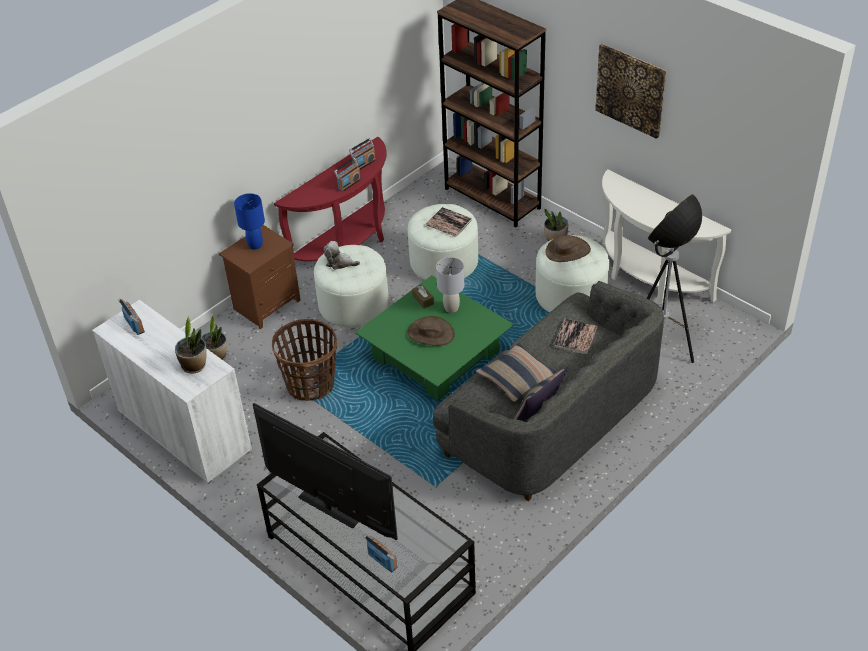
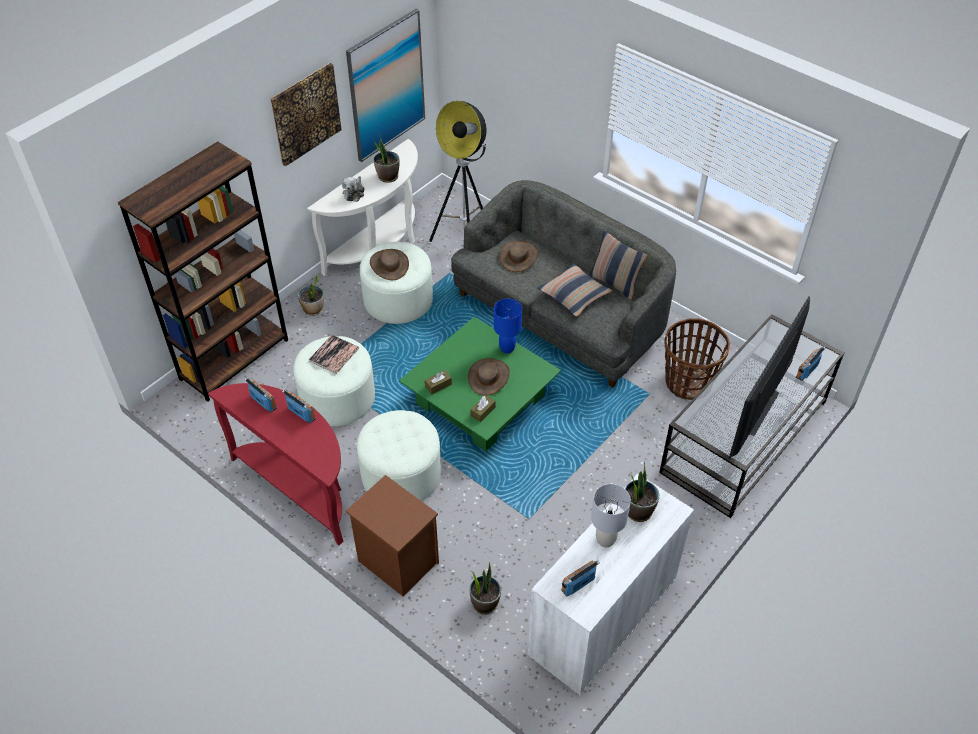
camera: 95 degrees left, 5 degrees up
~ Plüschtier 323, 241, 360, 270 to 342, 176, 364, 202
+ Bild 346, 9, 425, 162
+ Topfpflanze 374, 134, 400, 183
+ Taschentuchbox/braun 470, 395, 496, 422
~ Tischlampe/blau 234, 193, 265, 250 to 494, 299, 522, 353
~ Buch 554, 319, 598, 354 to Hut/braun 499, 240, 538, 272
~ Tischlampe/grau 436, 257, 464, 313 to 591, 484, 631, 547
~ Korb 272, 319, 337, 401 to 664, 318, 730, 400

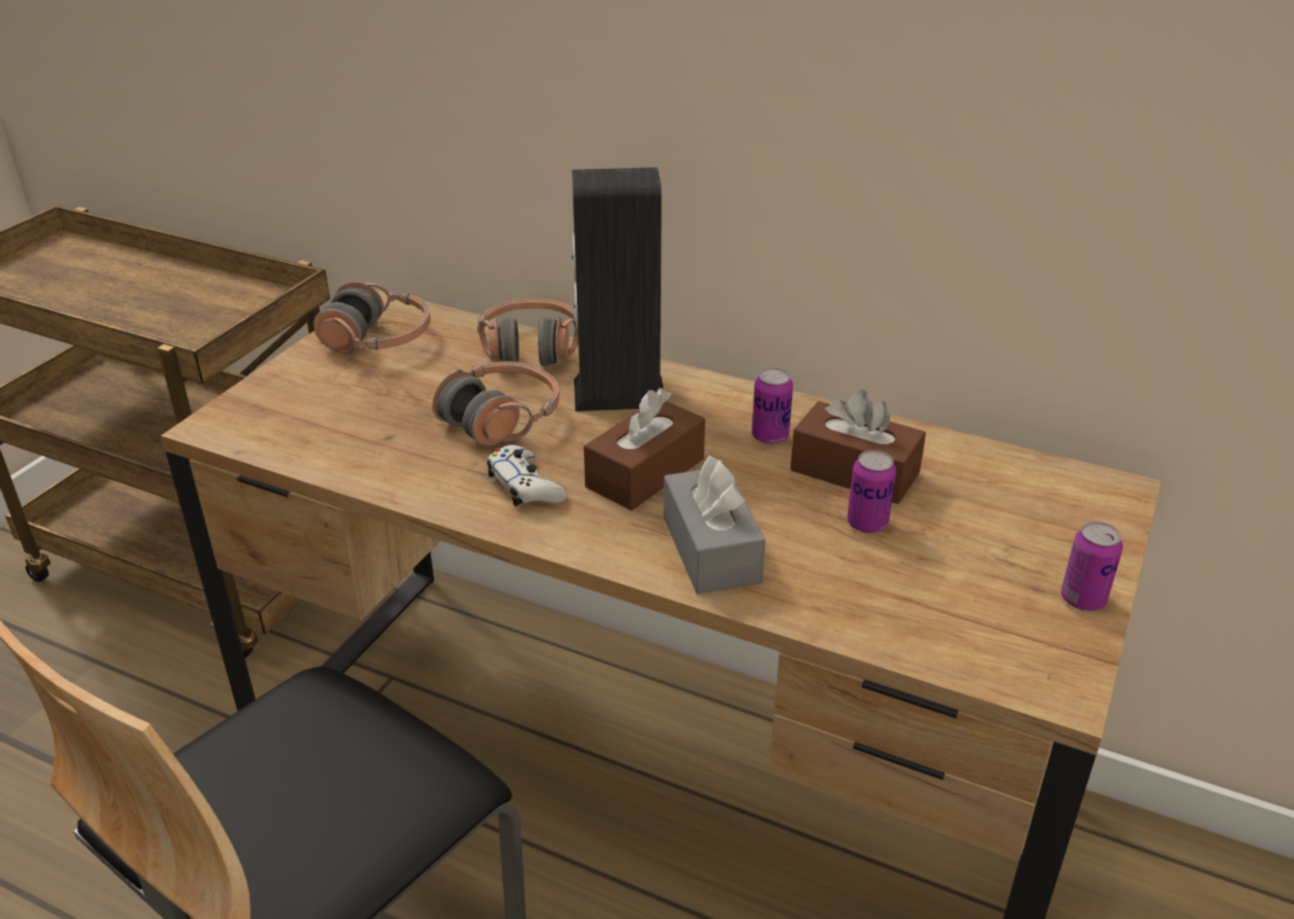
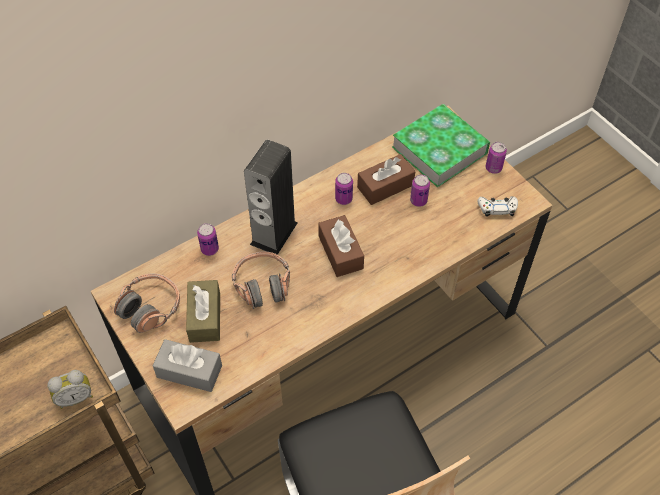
camera: 60 degrees left, 20 degrees up
+ Wecker 48, 370, 93, 409
~ Taschentuchbox/grau 664, 455, 766, 594 to 153, 339, 222, 392
+ Taschentuchbox/braun 186, 280, 220, 343
~ Kopfhörer 477, 299, 578, 367 to Dose 197, 223, 219, 256
+ Buch 392, 104, 490, 187
~ Gamepad/weiß 487, 445, 567, 507 to 477, 196, 518, 217

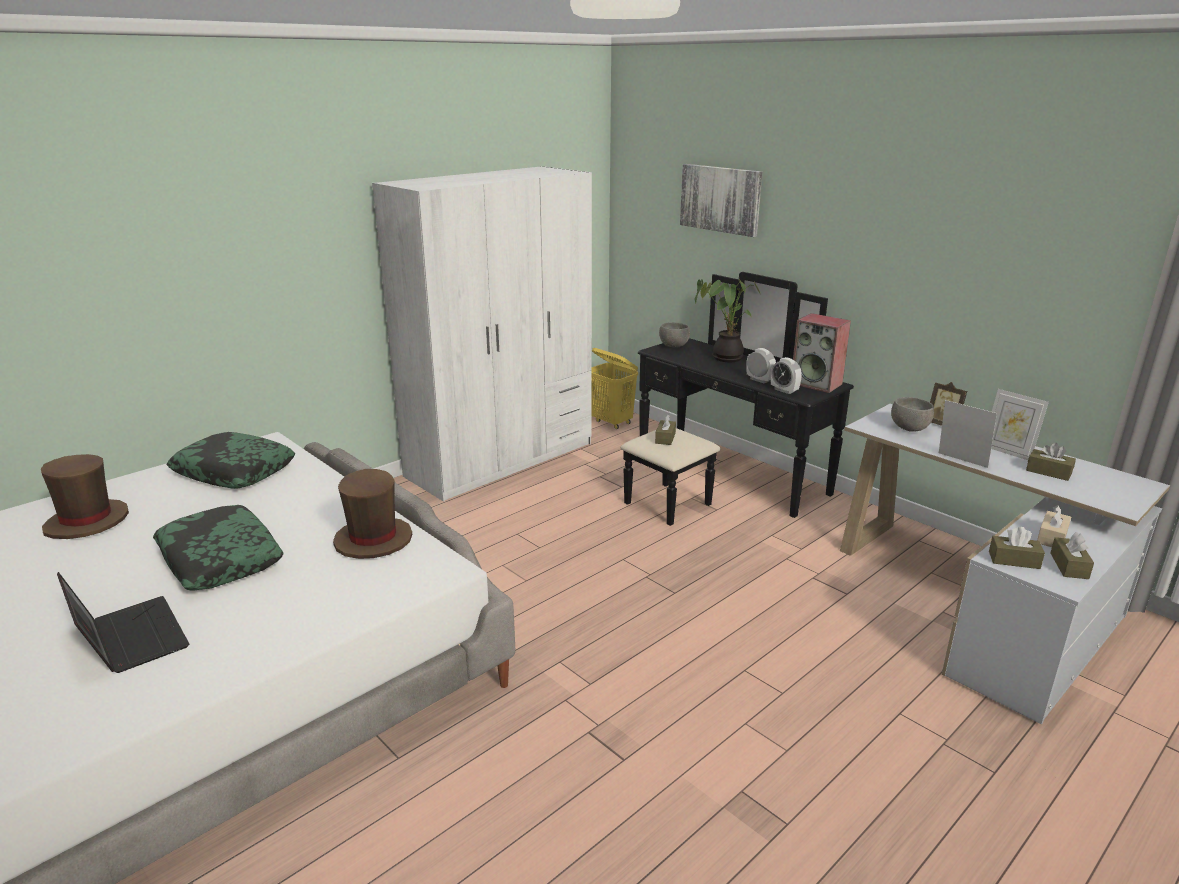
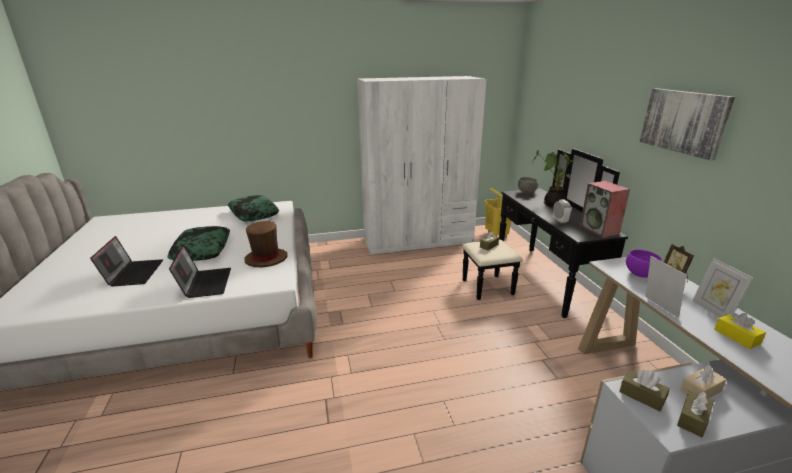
camera: 30 degrees right, 0 degrees up
+ Laptop 169, 245, 231, 298
~ Schüssel/grau 891, 397, 934, 432 to Schüssel/lila 626, 250, 662, 277
~ Bild 680, 164, 762, 237 to 640, 88, 735, 161
~ Taschentuchbox/braun 1026, 443, 1076, 481 to Taschentuchbox/gelb 714, 313, 766, 349
- Hut/braun 41, 454, 129, 539
- Wecker 770, 357, 802, 394

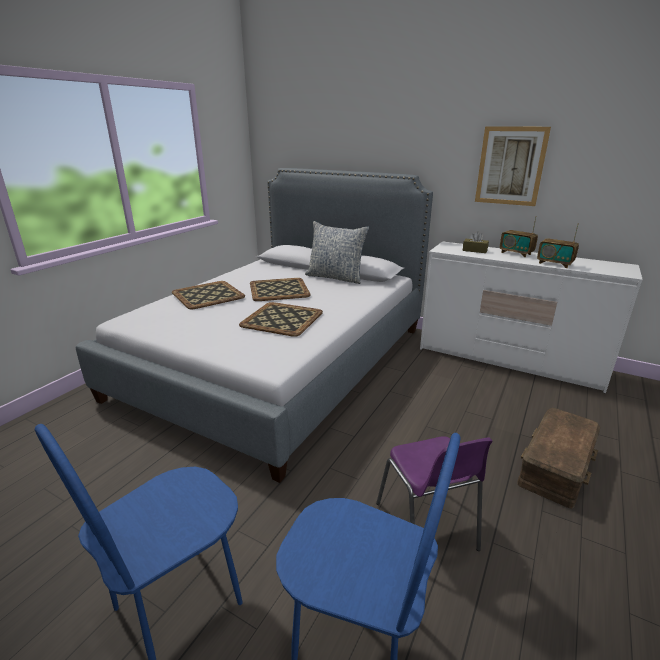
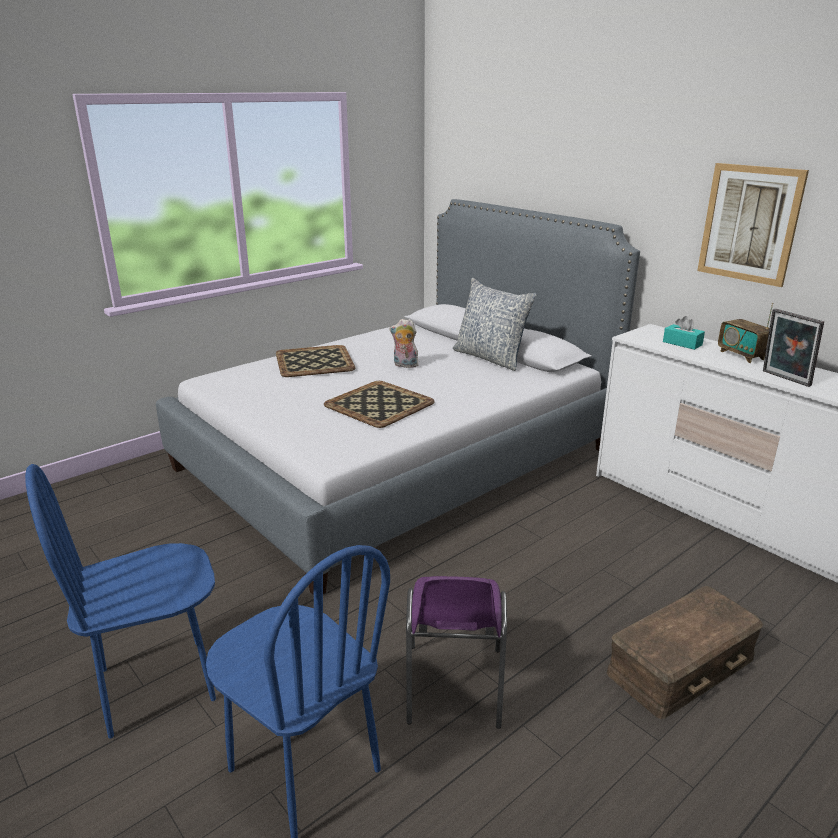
camera: 20 degrees right, 0 degrees up
~ Tablett 250, 278, 310, 301 to Plüschtier 389, 319, 420, 368
~ Taschentuchbox/braun 462, 231, 489, 253 to Taschentuchbox/türkis 663, 316, 705, 350
~ Radio 537, 223, 579, 268 to Bilderrahmen 763, 309, 824, 387

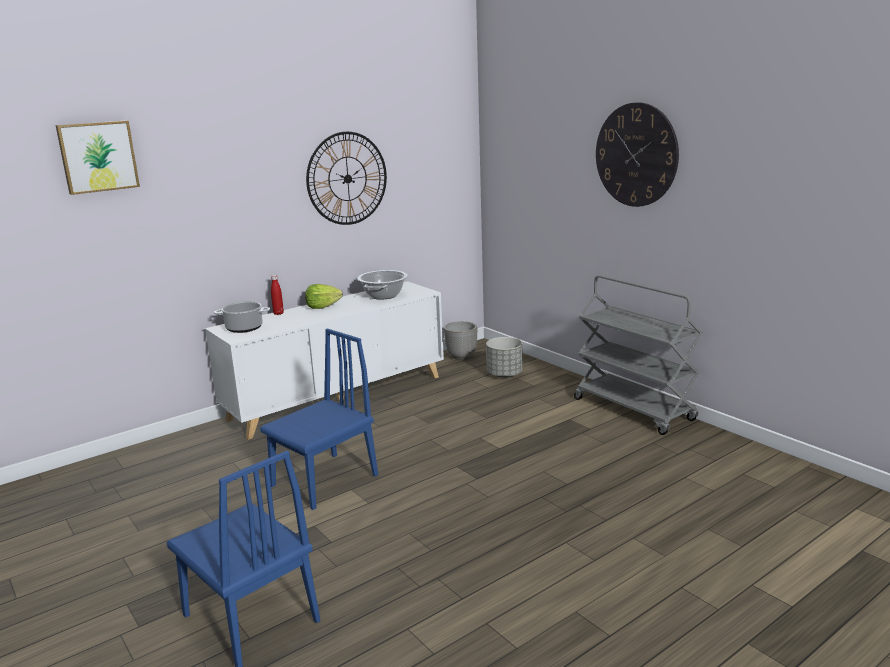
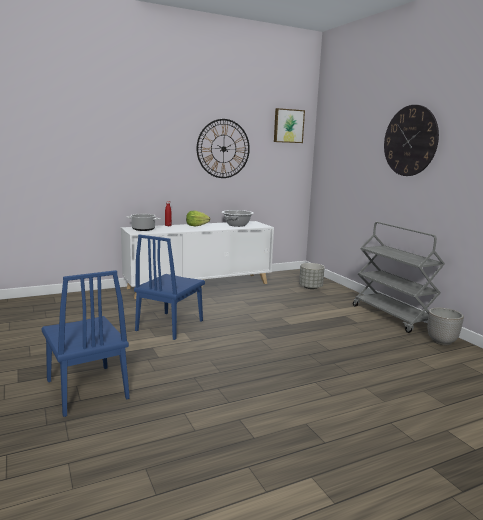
camera: 10 degrees right, 5 degrees down
~ Stuhl/blau 260, 328, 378, 510 = 134, 234, 205, 340 150 degrees clockwise
~ Bild 56, 120, 140, 195 to 274, 108, 305, 143
~ Pflanzkübel 444, 321, 477, 360 to 428, 308, 464, 345

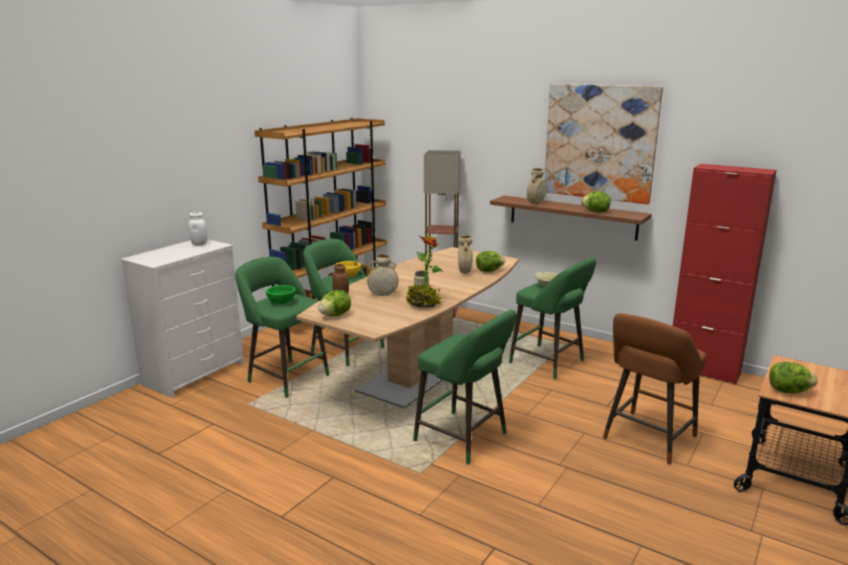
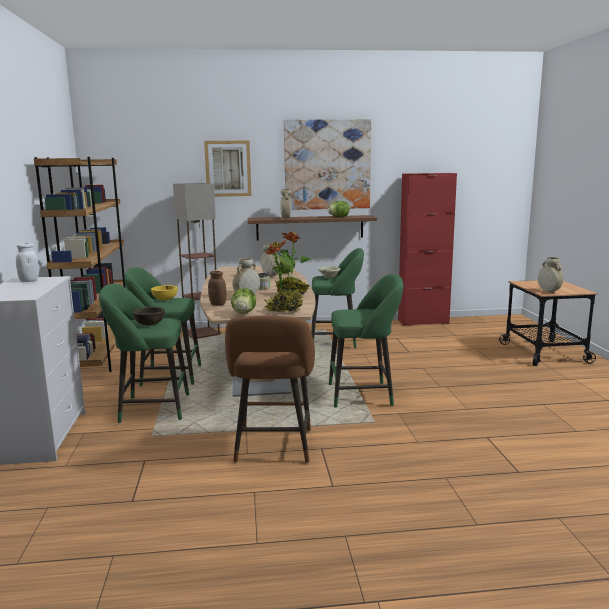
camera: 40 degrees left, 5 degrees down
~ Schüssel/grün 266, 285, 296, 304 to Schüssel/braun 133, 307, 165, 325
+ Bild 204, 140, 251, 197
~ Hocker/braun 603, 313, 706, 465 to 225, 315, 315, 463
+ Topfpflanze 264, 240, 303, 313
~ Salatkopf 769, 362, 817, 393 to Vase/beige 538, 257, 563, 292

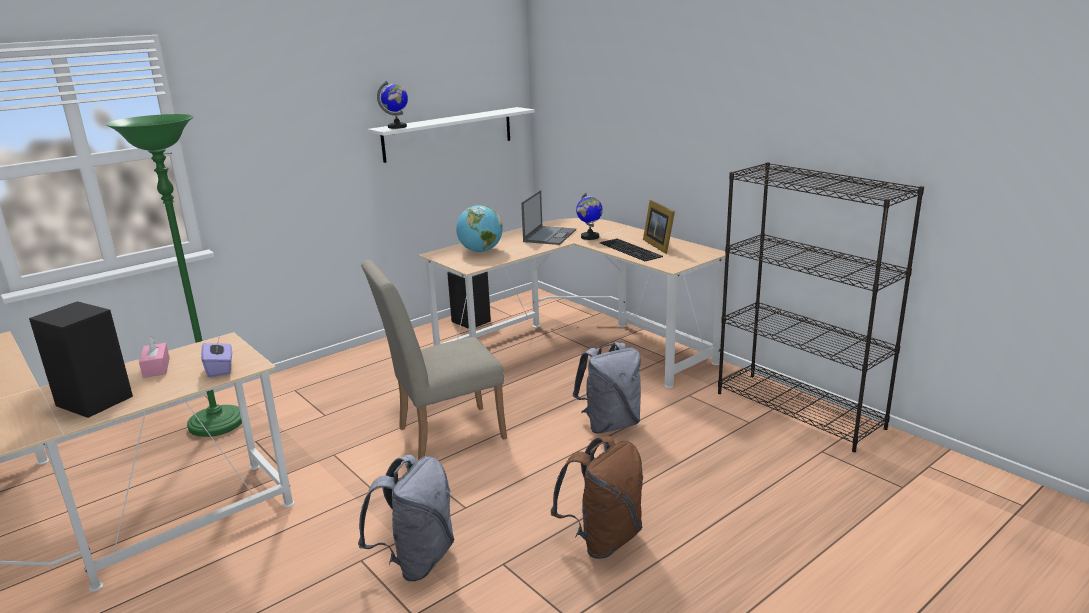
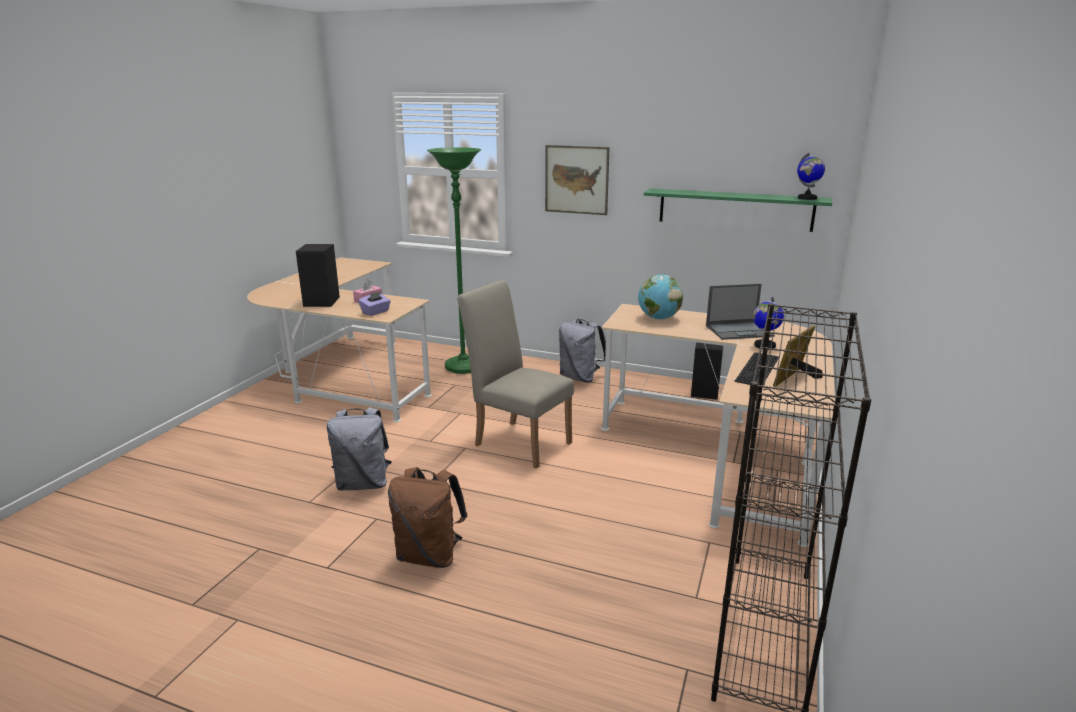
camera: 60 degrees right, 0 degrees up
+ Bild 545, 145, 610, 215
~ Rucksack/grau 573, 342, 641, 434 to 559, 319, 606, 382
~ Wandregal/weiß 368, 107, 535, 163 to Wandregal/grün 644, 189, 832, 232
~ Globus 377, 81, 408, 129 to 797, 153, 825, 200

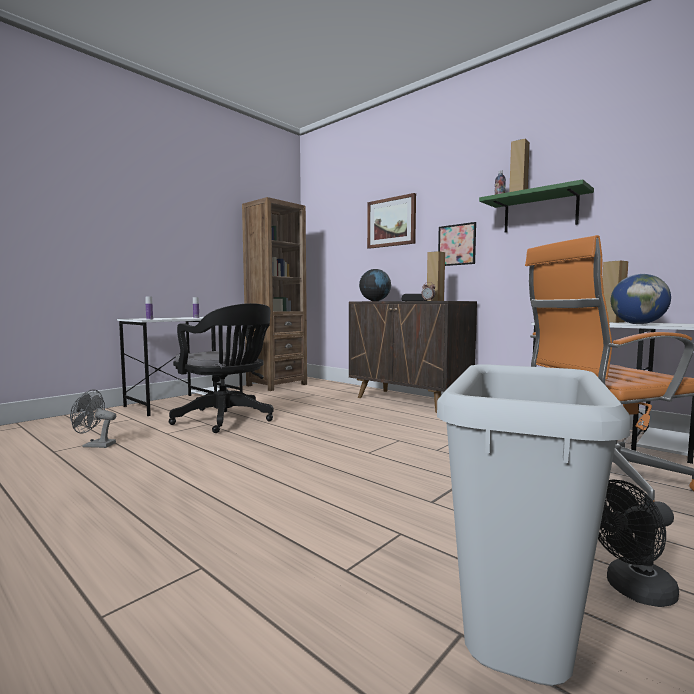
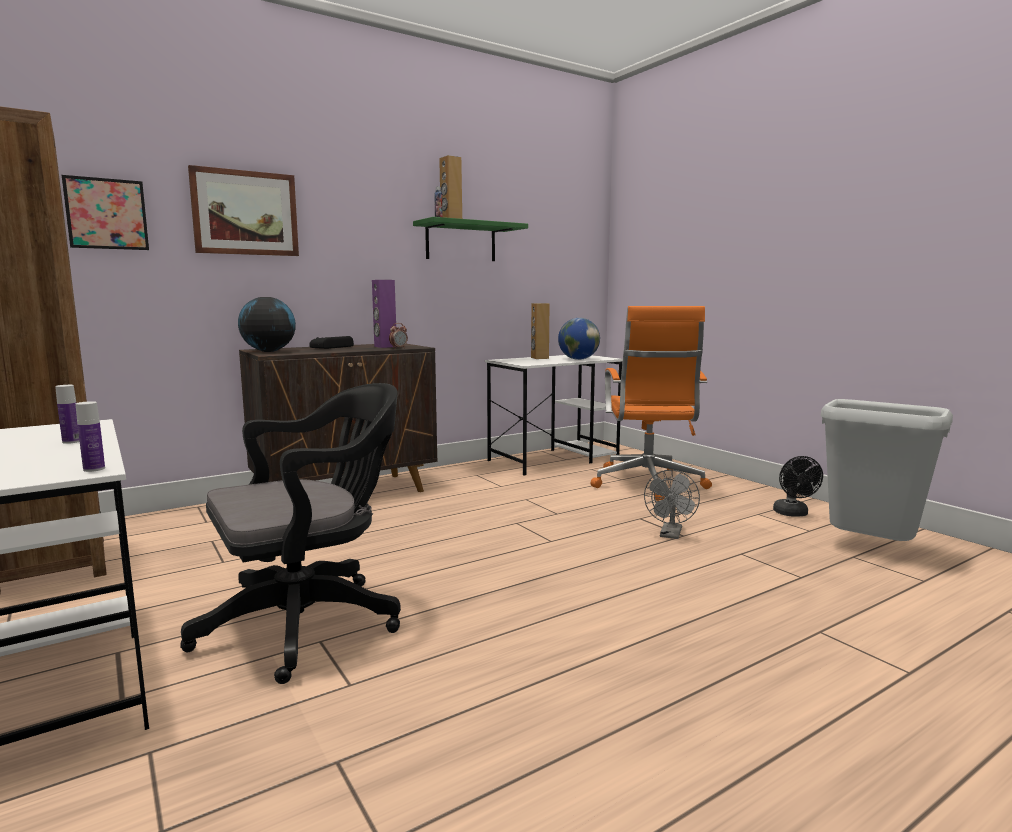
camera: 75 degrees left, 5 degrees up
~ Bild 438, 222, 476, 266 to 62, 175, 149, 250
~ Lautsprecher/braun 427, 251, 445, 301 to Lautsprecher/lila 372, 280, 396, 348
~ Ventilator/grau 70, 390, 116, 448 to 644, 470, 700, 539

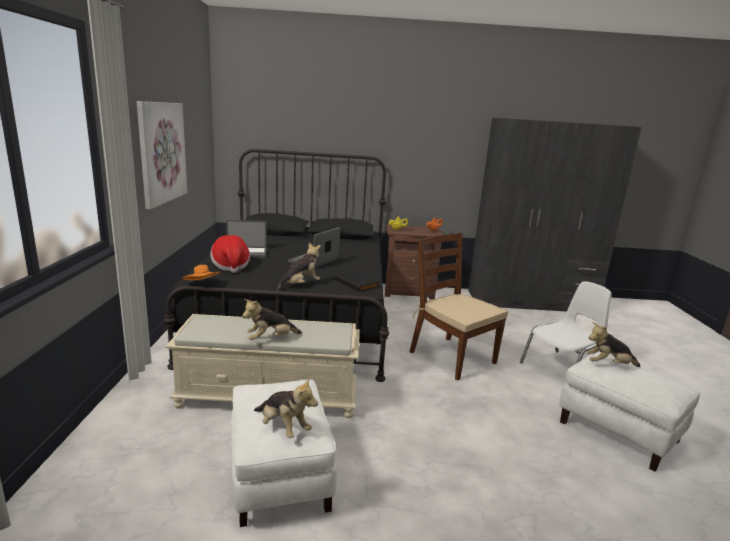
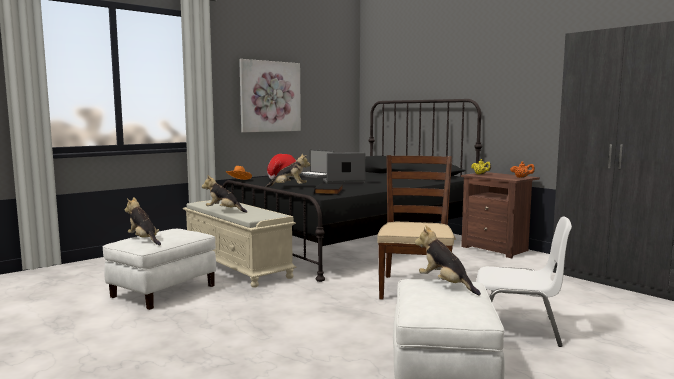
camera: 50 degrees right, 10 degrees down
~ Plüschtier 254, 379, 318, 438 = 125, 197, 161, 245 135 degrees clockwise

